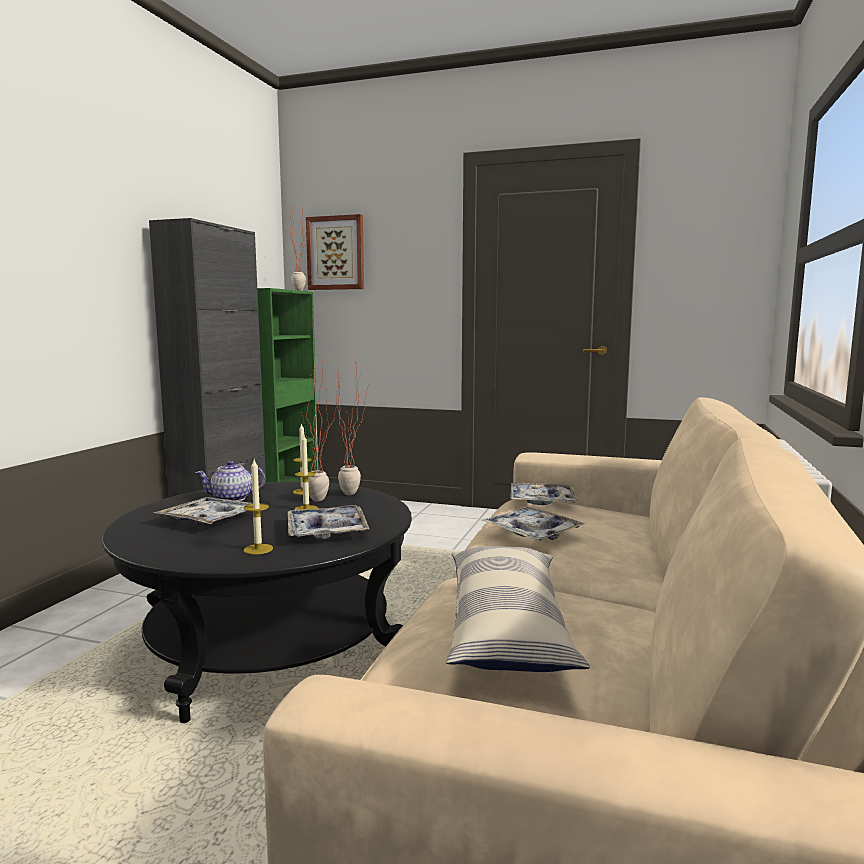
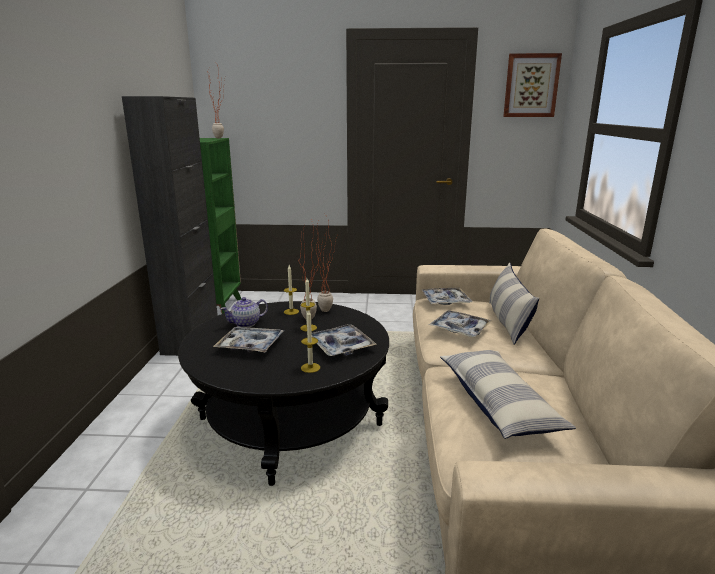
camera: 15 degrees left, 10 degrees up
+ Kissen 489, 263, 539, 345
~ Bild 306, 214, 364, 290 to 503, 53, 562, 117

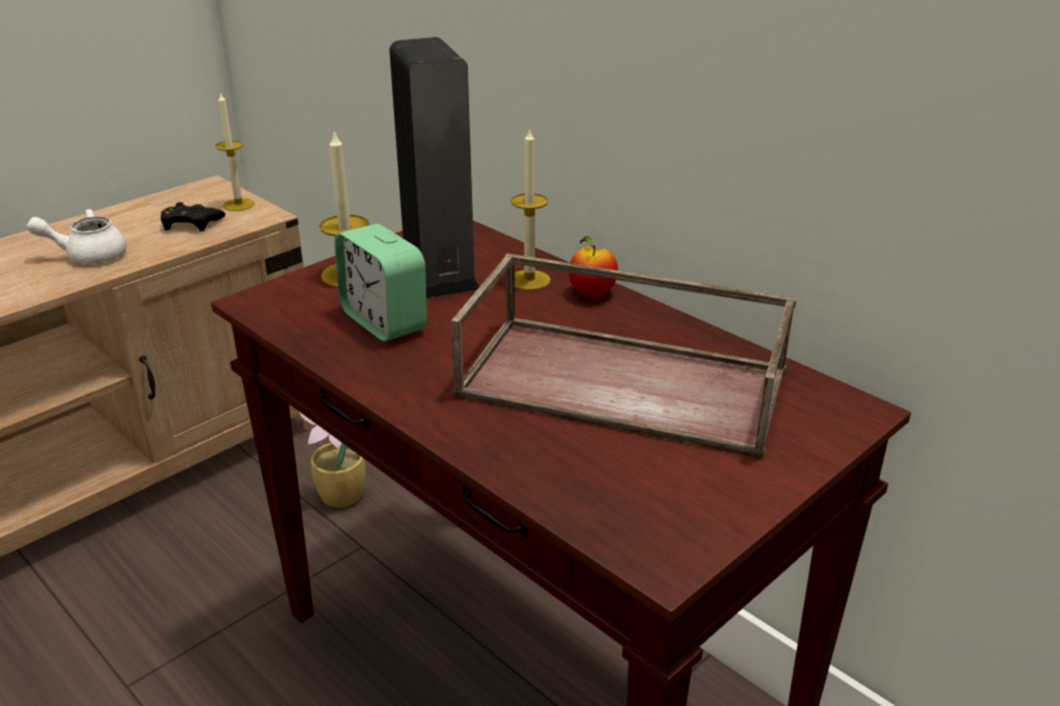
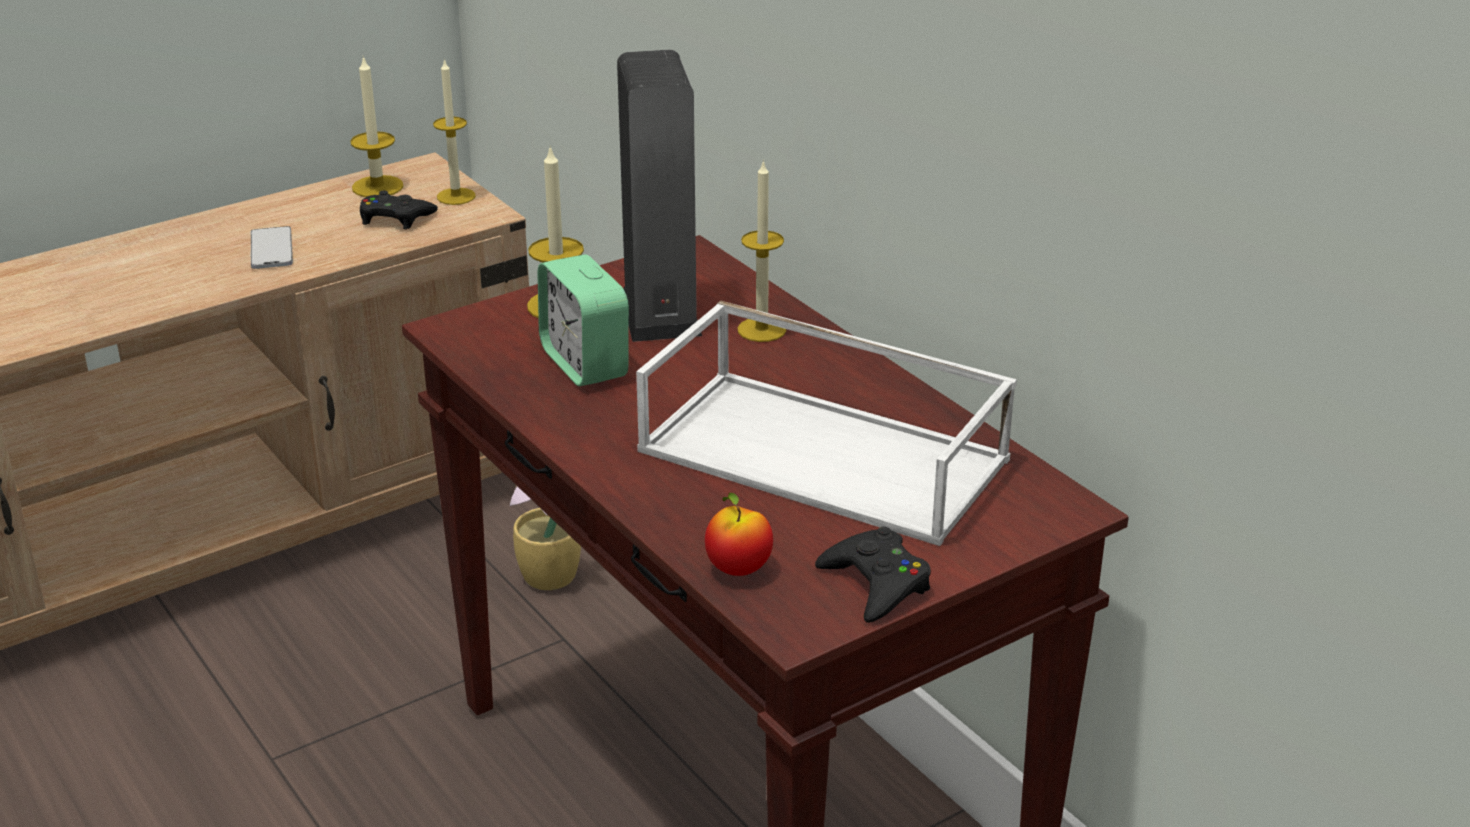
camera: 10 degrees right, 0 degrees up
~ Teekanne/weiß 27, 209, 127, 264 to Handy 251, 226, 293, 269
+ Kerze 350, 56, 404, 197
~ Tablett/braun 451, 253, 797, 459 to Tablett/weiß 636, 300, 1017, 546
~ Apfel 569, 236, 618, 296 to 705, 493, 773, 576
+ Gamepad/schwarz 815, 527, 931, 623

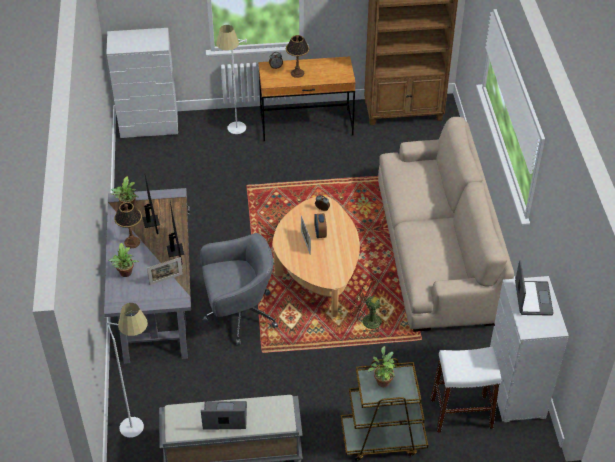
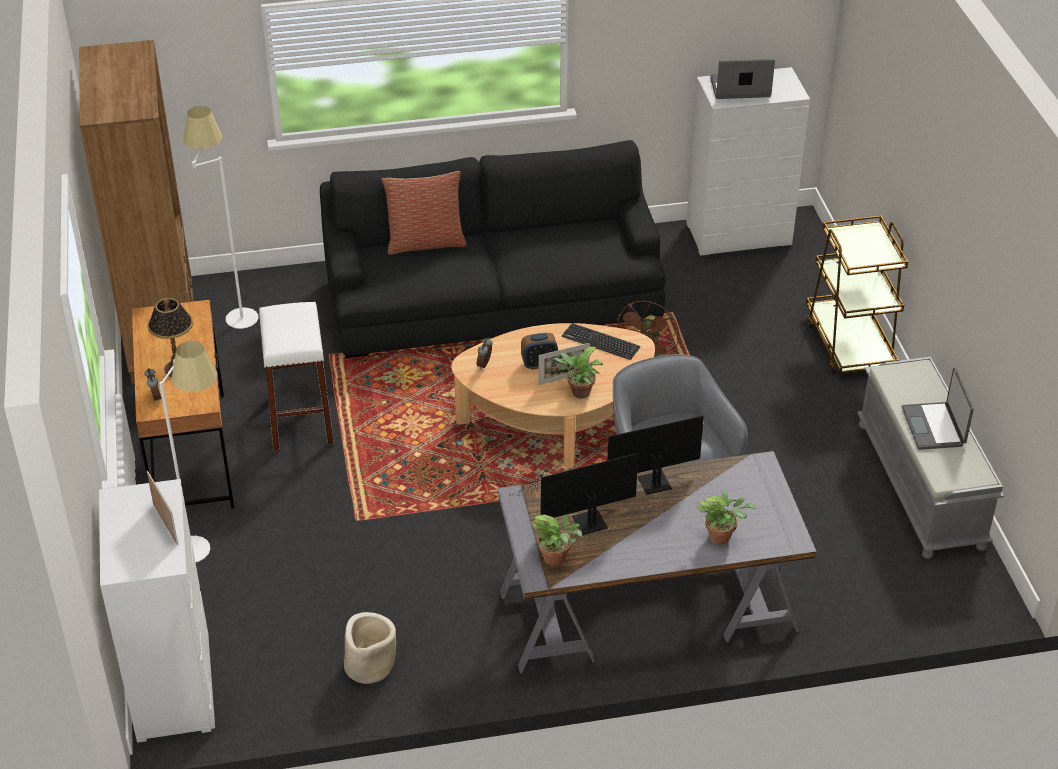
camera: 95 degrees left, 5 degrees down
~ Bilderrahmen 147, 257, 183, 285 to 147, 471, 178, 545
~ Stehlampe/weiß 107, 303, 148, 438 to 183, 106, 258, 329
~ Hocker/weiß 431, 347, 501, 433 to 259, 302, 334, 451
~ Sofa/beige 378, 117, 514, 332 to Sofa/schwarz 320, 140, 665, 358
+ Pflanzkübel/beige 344, 612, 396, 684
+ Kissen 382, 171, 467, 255
~ Topfpflanze 368, 346, 396, 387 to 553, 347, 603, 398
+ Tastatur 562, 323, 640, 360
- Tischlampe 114, 202, 142, 248

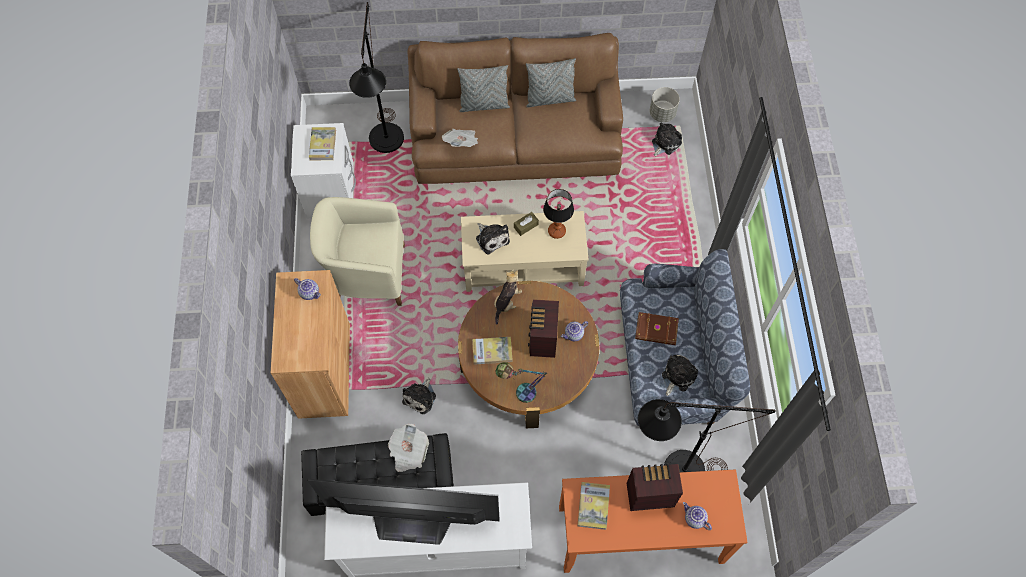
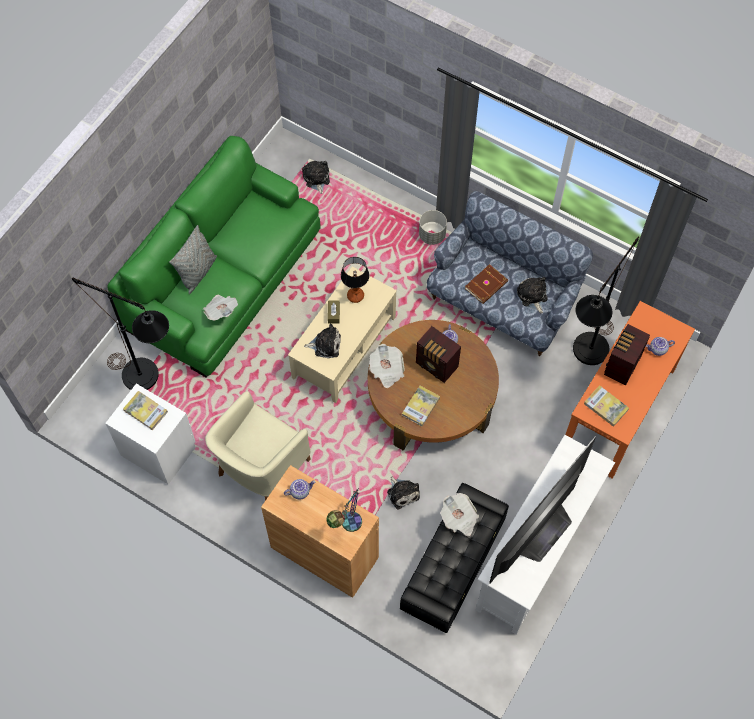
camera: 55 degrees left, 0 degrees up
~ Sofa/braun 408, 33, 623, 184 to Sofa/grün 107, 136, 321, 377
~ Tischlampe 496, 362, 547, 403 to 326, 489, 362, 532
~ Plüschtier 494, 270, 522, 324 to Zeitung 369, 344, 405, 388
~ Pflanzkübel/grau 650, 87, 680, 122 to 419, 210, 447, 245
- Kissen/grau 526, 58, 576, 107

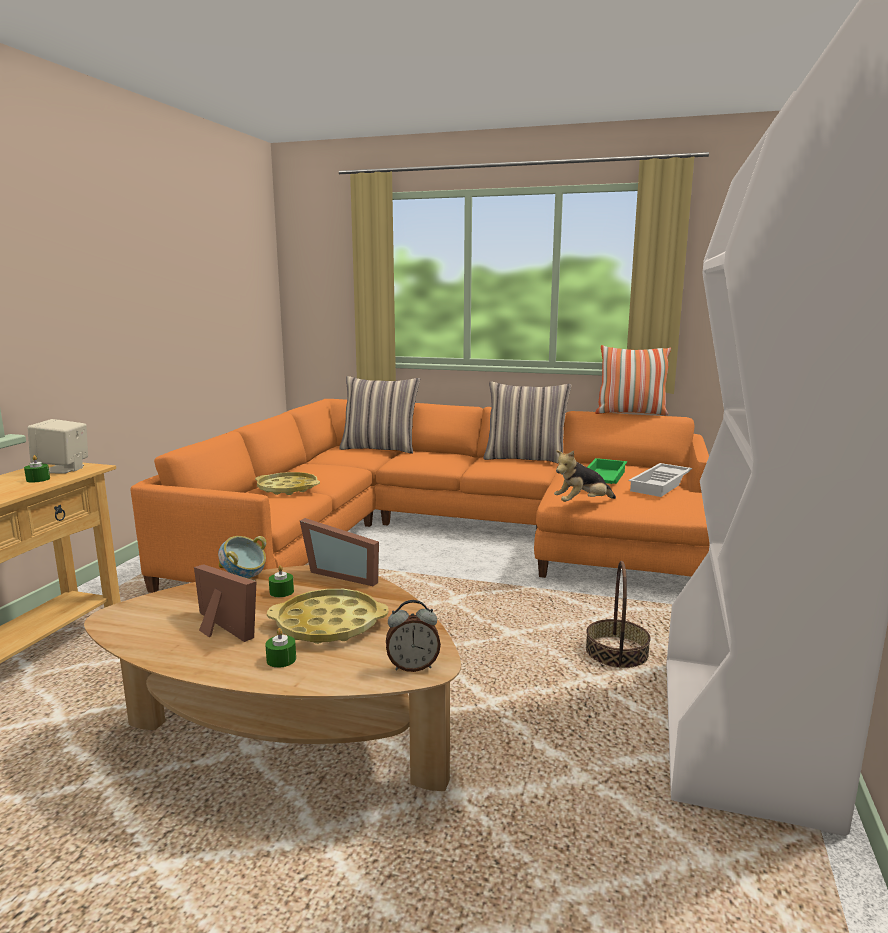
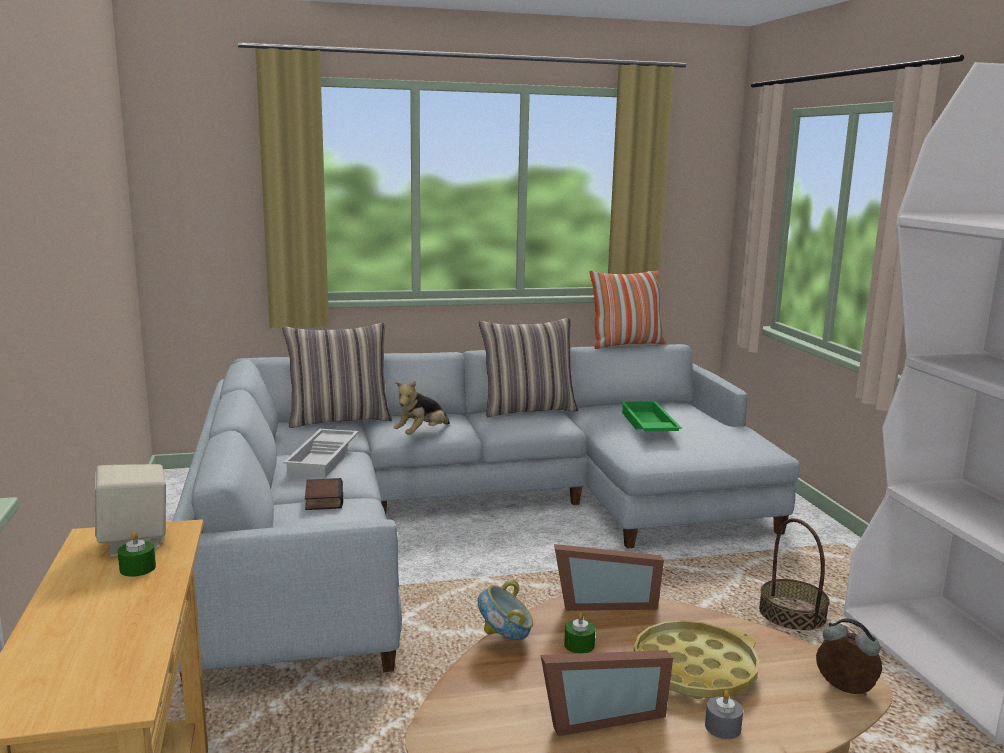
camera: 30 degrees left, 0 degrees up
~ Sofa/orange 131, 399, 710, 593 to Sofa/grau 172, 344, 800, 686
~ Tablett/weiß 629, 463, 692, 497 to 283, 429, 359, 478
~ Tablett/gelb 255, 472, 320, 495 to Buch 305, 478, 343, 510
~ Plüschtier 554, 450, 616, 502 to 393, 381, 450, 435
~ Bilderrahmen 194, 564, 257, 642 = 540, 650, 673, 736 150 degrees clockwise
~ Kerze/grün 265, 628, 296, 668 to Kerze/grau 705, 690, 743, 739
~ Wecker 386, 600, 441, 672 = 816, 618, 882, 695 105 degrees counterclockwise

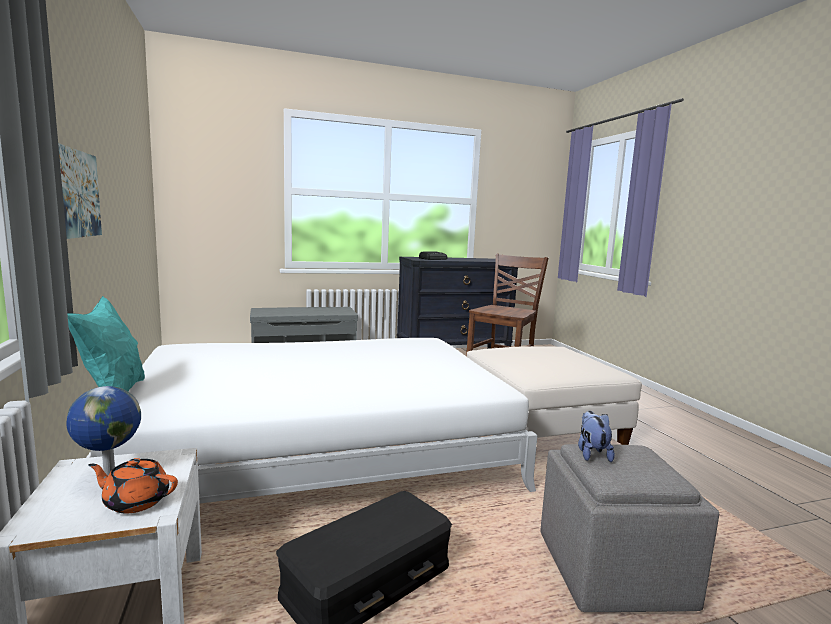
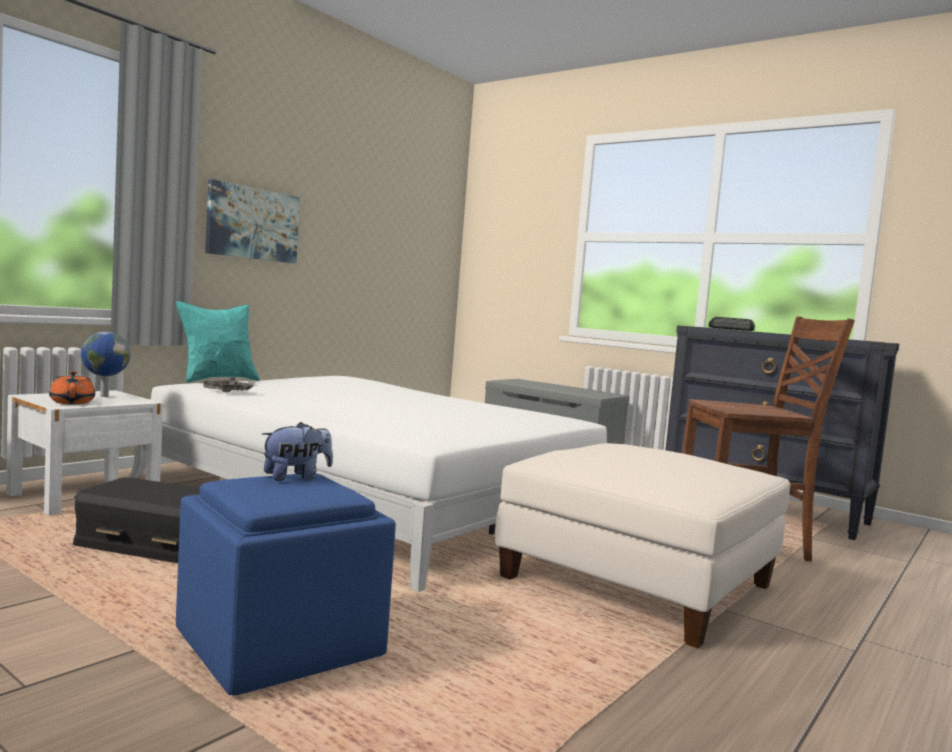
camera: 55 degrees right, 5 degrees down
~ Polsterhocker/grau 540, 444, 719, 612 to Polsterhocker/blau 176, 473, 396, 696
+ Tablett/grau 203, 377, 257, 392

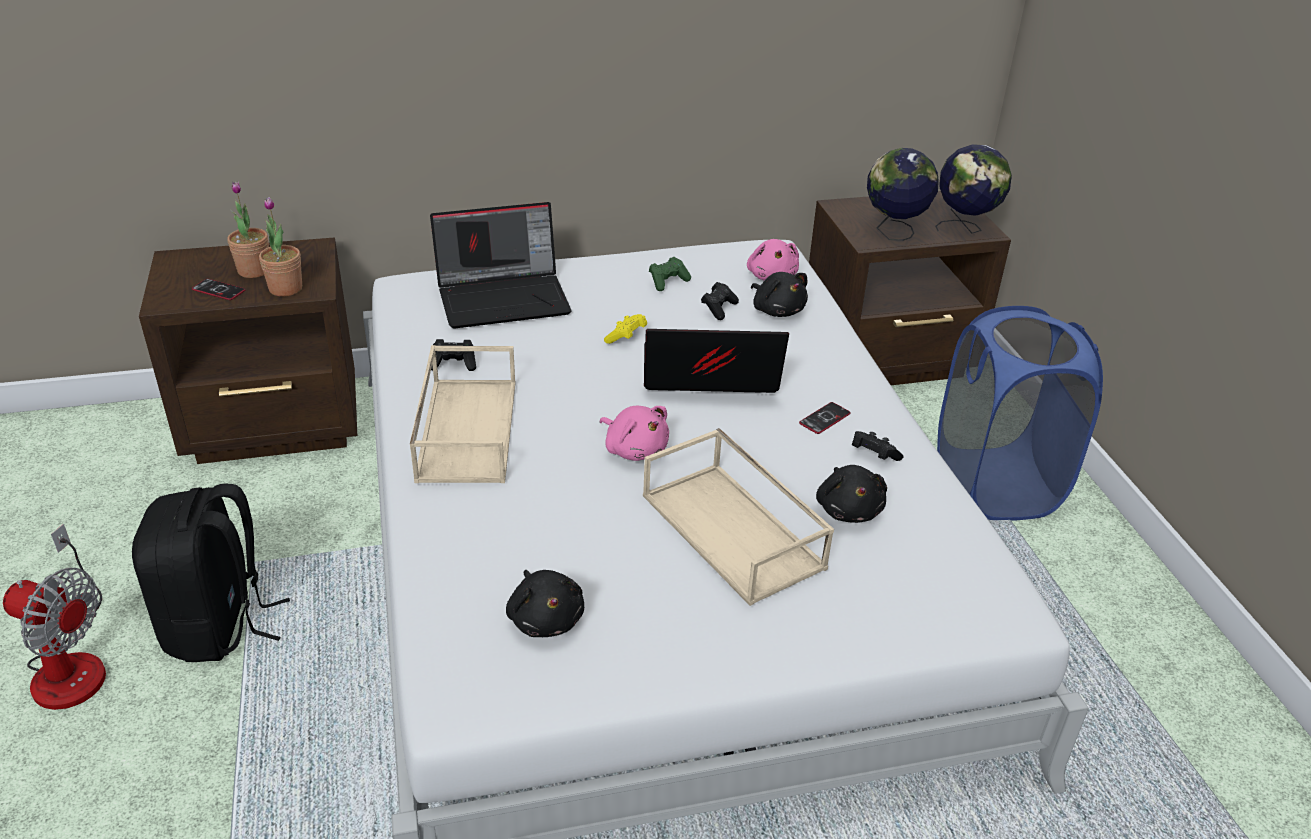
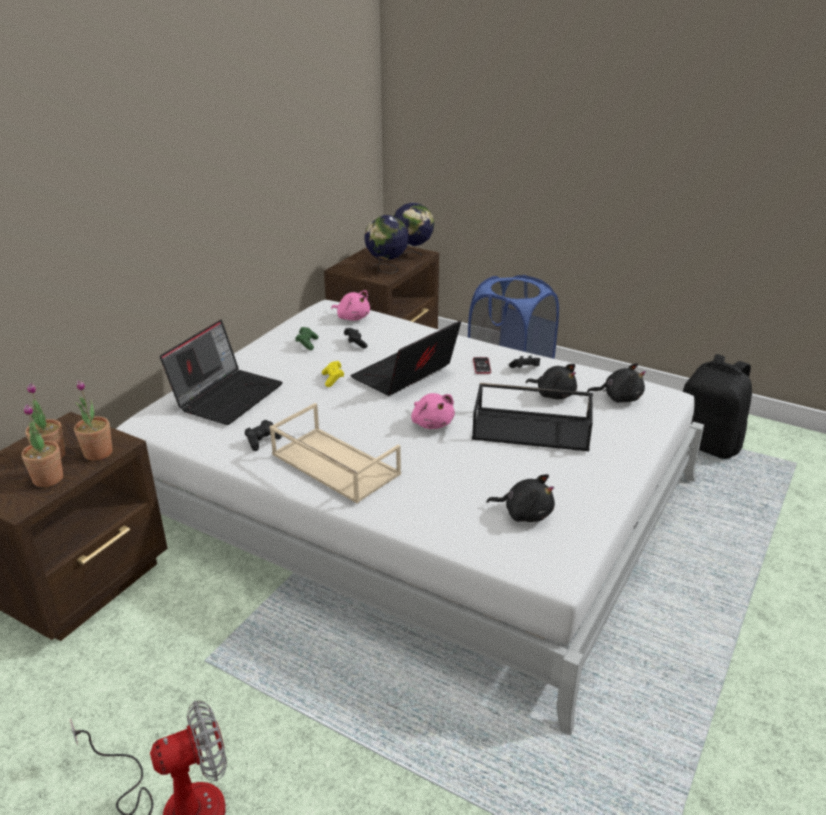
camera: 45 degrees left, 5 degrees down
~ Handy 192, 279, 245, 300 to Topfpflanze 21, 404, 63, 487
~ Plüschtier/rosa 600, 406, 669, 461 = 411, 393, 455, 429 60 degrees clockwise
~ Tablett/beige 643, 428, 834, 606 to Tablett/schwarz 472, 383, 593, 451
~ Plüschtier/schwarz 751, 272, 808, 317 to 587, 363, 646, 403
~ Rucksack/schwarz 132, 484, 290, 662 to 683, 354, 752, 459

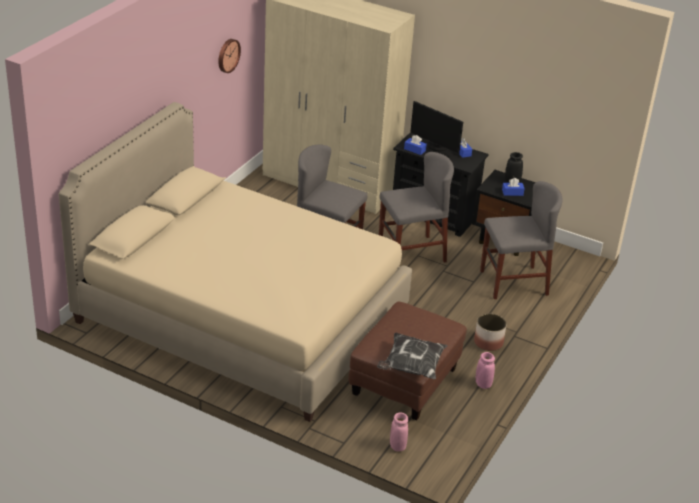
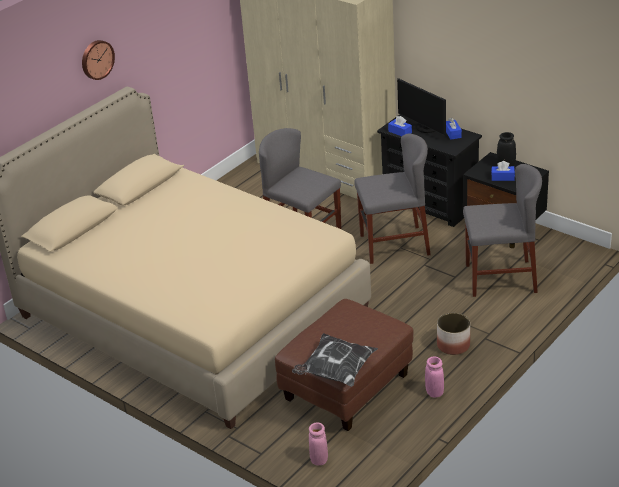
camera: 15 degrees right, 0 degrees up
~ Wanduhr 218, 39, 241, 73 to 82, 40, 115, 80

